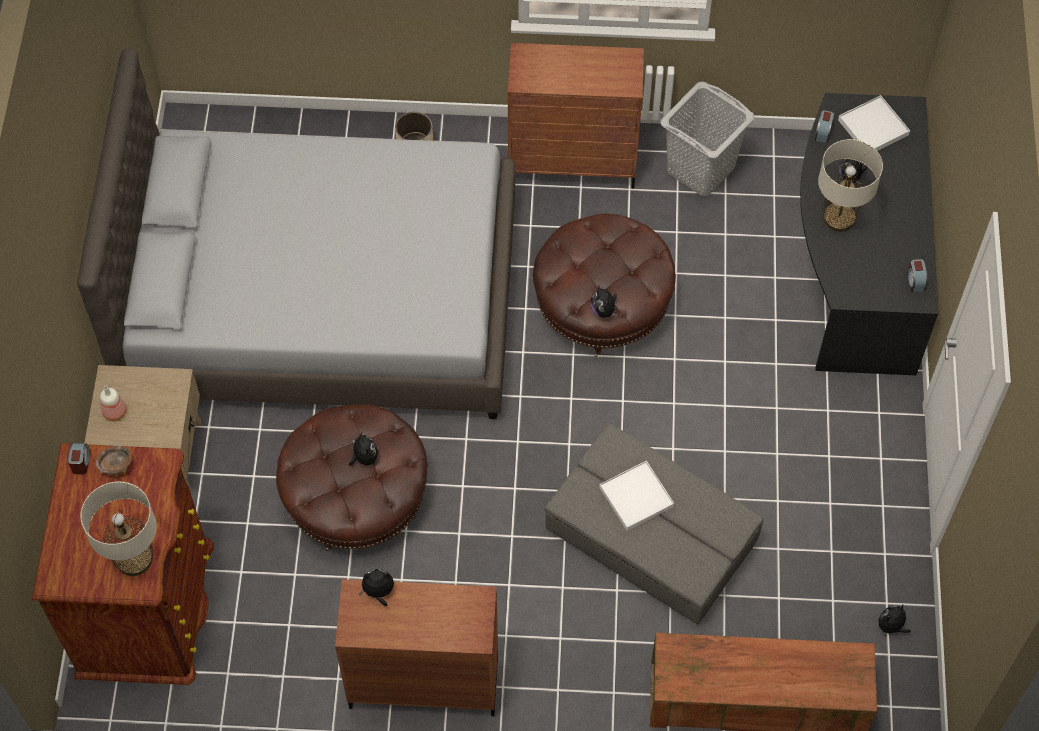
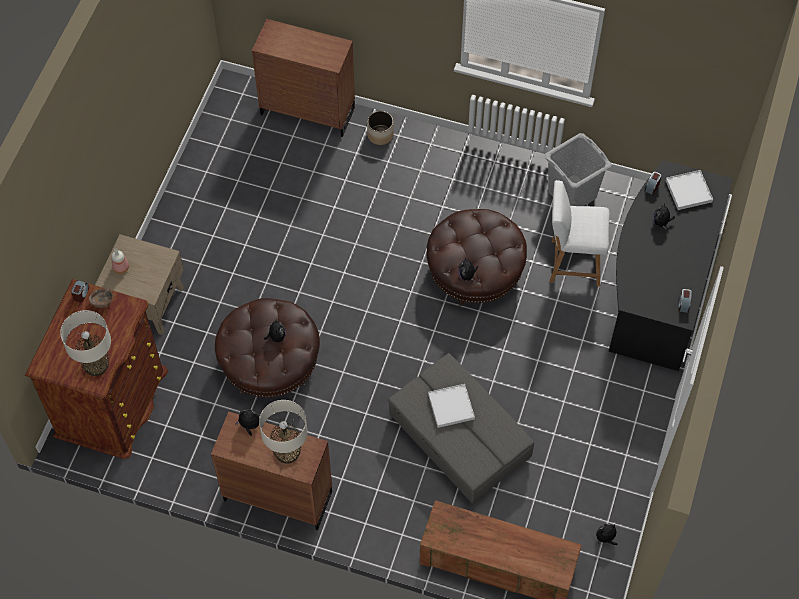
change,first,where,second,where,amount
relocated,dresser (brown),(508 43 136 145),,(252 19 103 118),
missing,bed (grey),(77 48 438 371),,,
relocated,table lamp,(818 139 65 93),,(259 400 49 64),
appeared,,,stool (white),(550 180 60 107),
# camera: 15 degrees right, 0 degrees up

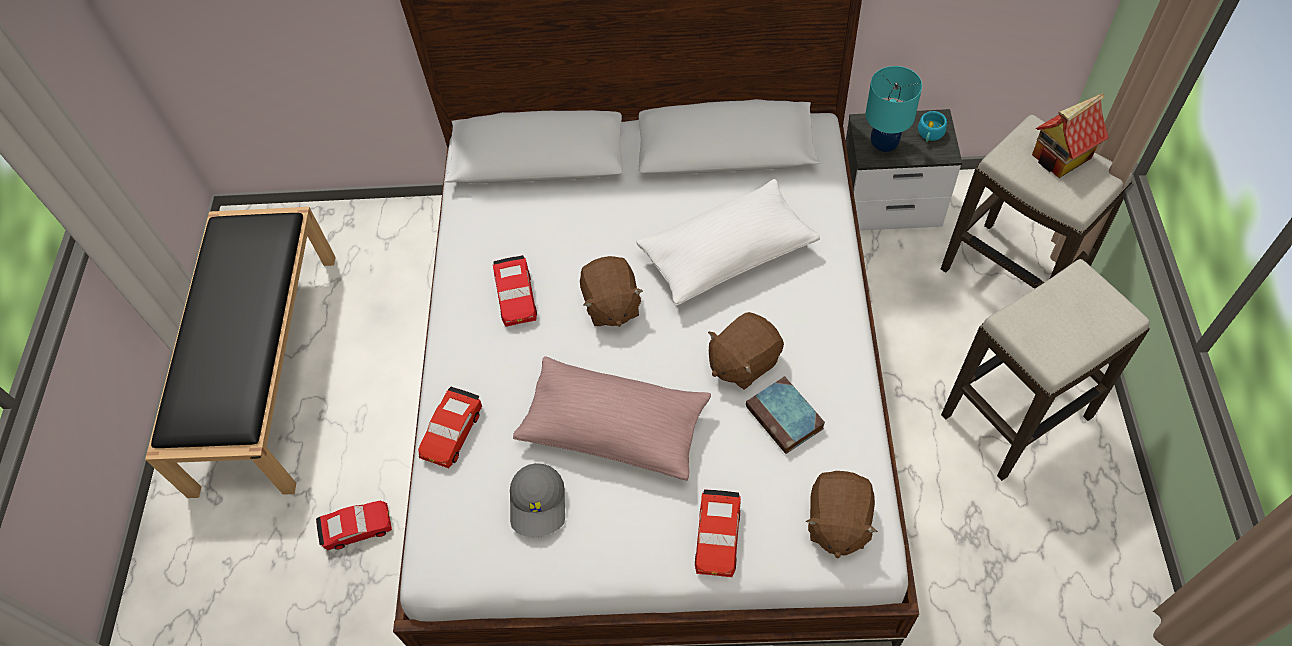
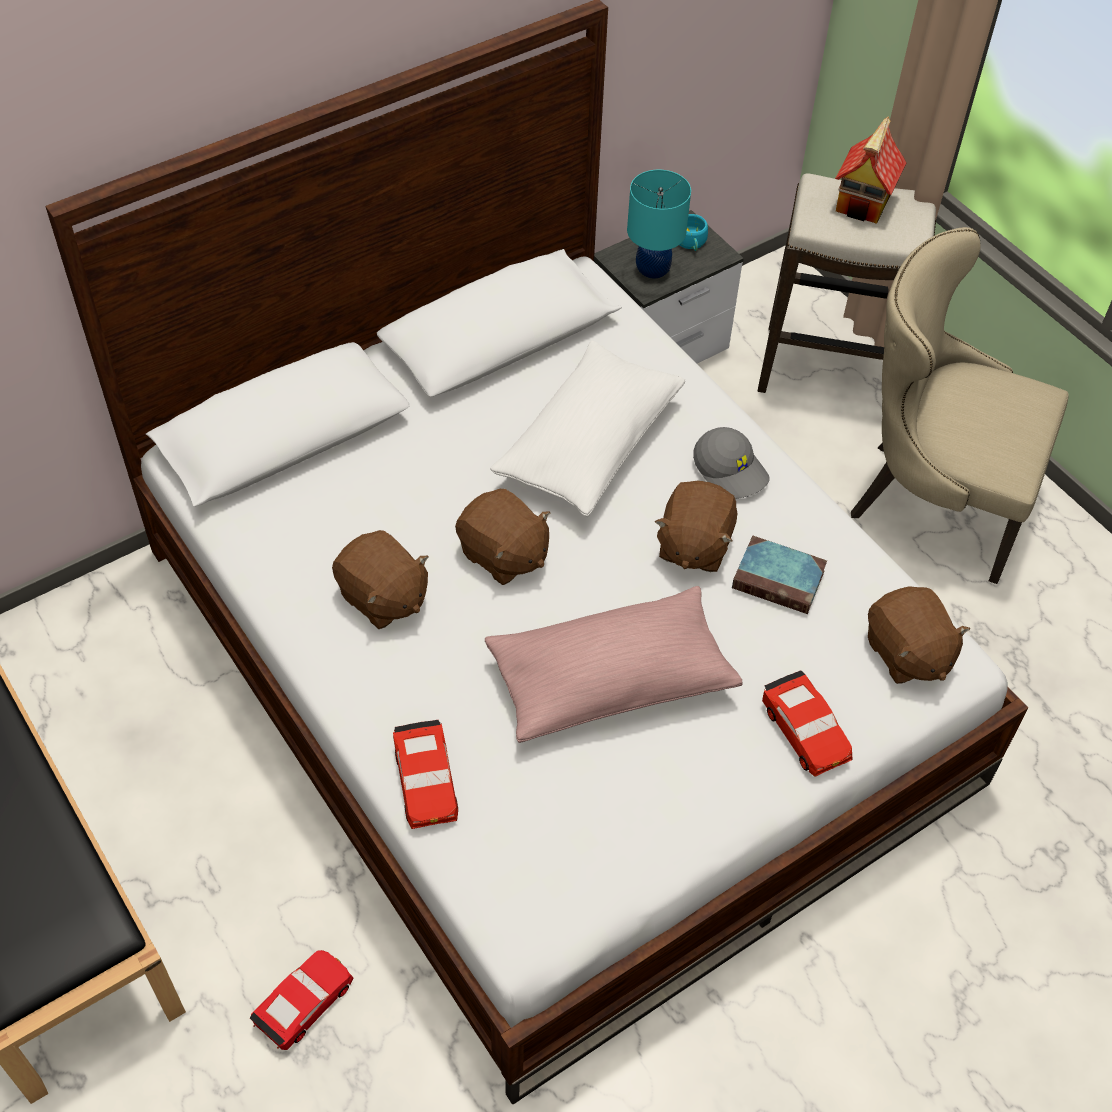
change,first,where,second,where,amount
exchanged,toy car (red),(493 255 44 72),plush toy (brown),(332 530 97 99),
exchanged,stool,(941 259 209 222),chair (beige),(851 227 218 357),
relocated,cap (grey),(510 463 55 74),,(693 427 77 72),
# camera: 40 degrees left, 5 degrees down

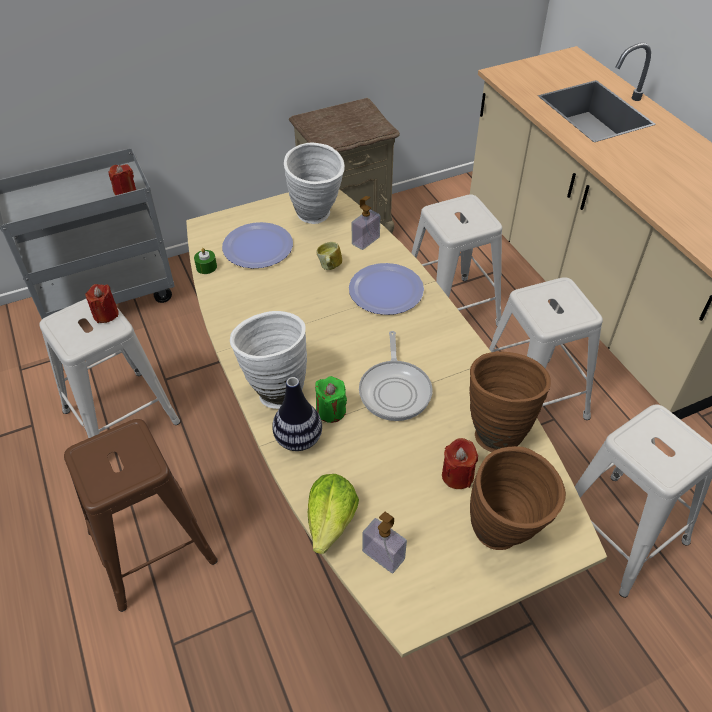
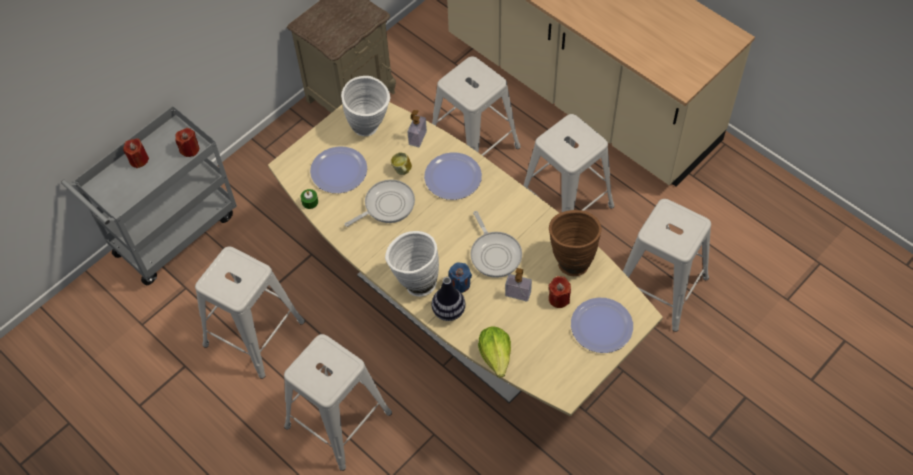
change,first,where,second,where,amount
relocated,candle (red),(85 284 34 39),,(123 138 26 30),
colour,candle (green),(315 376 32 47),candle (blue),(448 262 24 31),
colour,stool (brown),(64 419 154 193),stool (white),(284 334 108 137),
exchanged,vase (brown),(470 446 96 104),plate,(571 297 62 56),
relocated,soap dispenser,(362 512 45 62),,(505 268 27 34),
appeared,,,frying pan,(345 180 70 47),
# camera: 20 degrees left, 10 degrees up

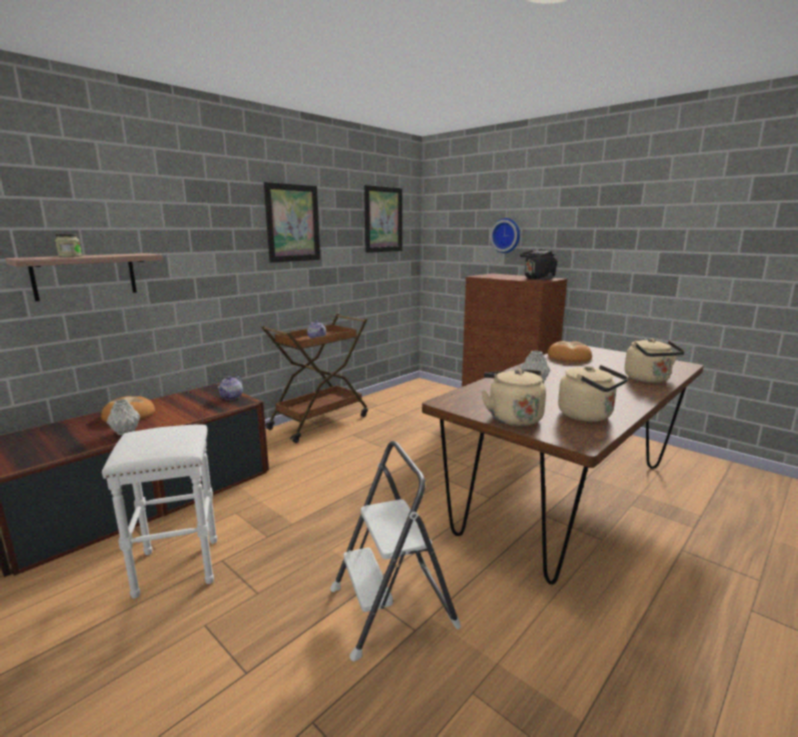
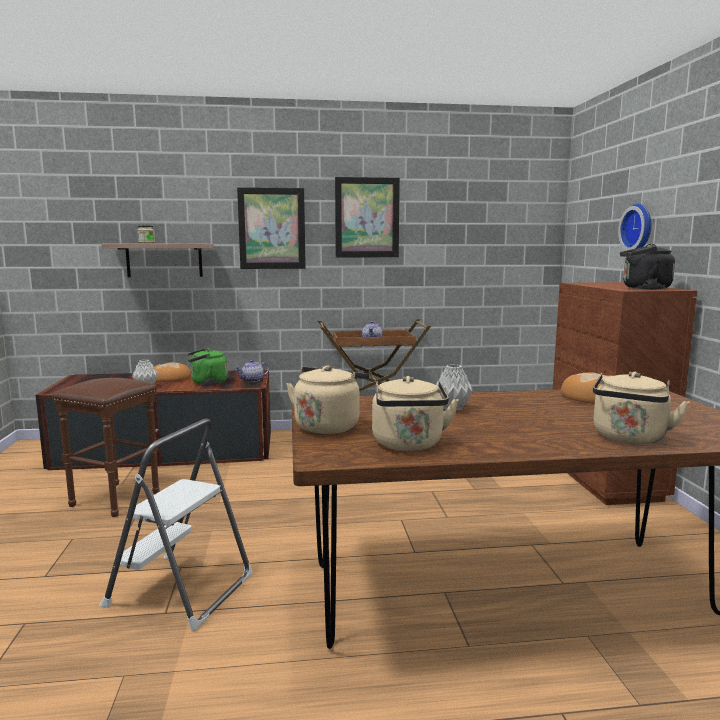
change,first,where,second,where,amount
relocated,picture,(364 185 38 68),,(237 187 69 82),
colour,stool (white),(102 424 115 175),stool (brown),(52 378 108 139),
appeared,,,kettle (green),(187 348 41 37),
# camera: 40 degrees right, 5 degrees down

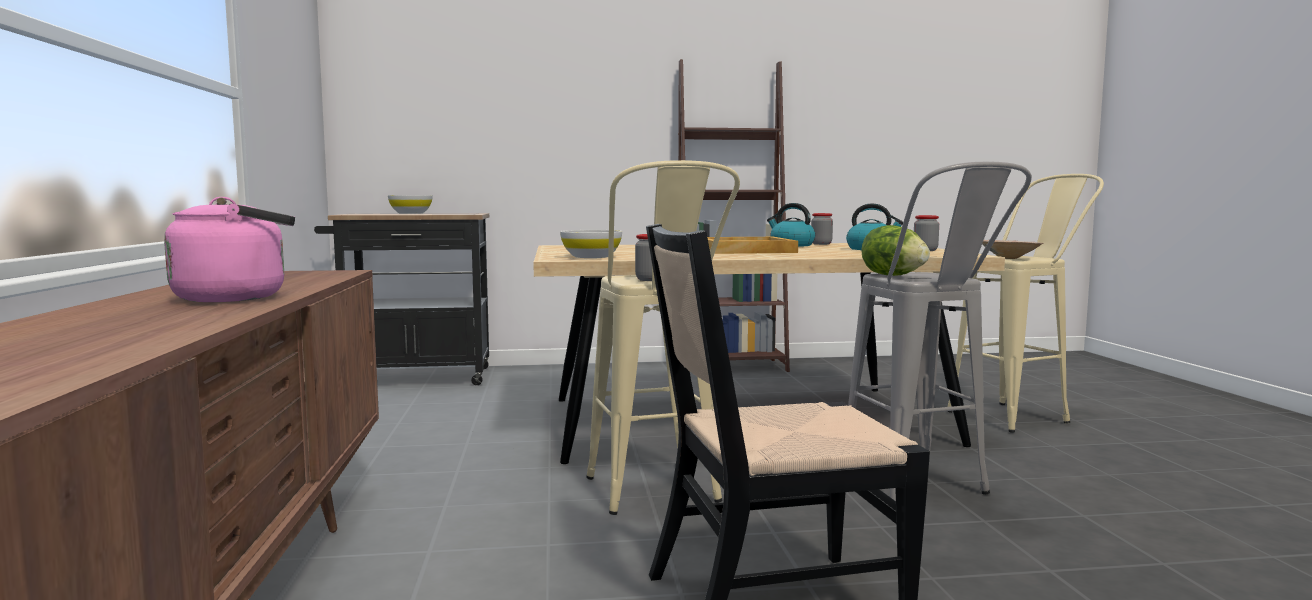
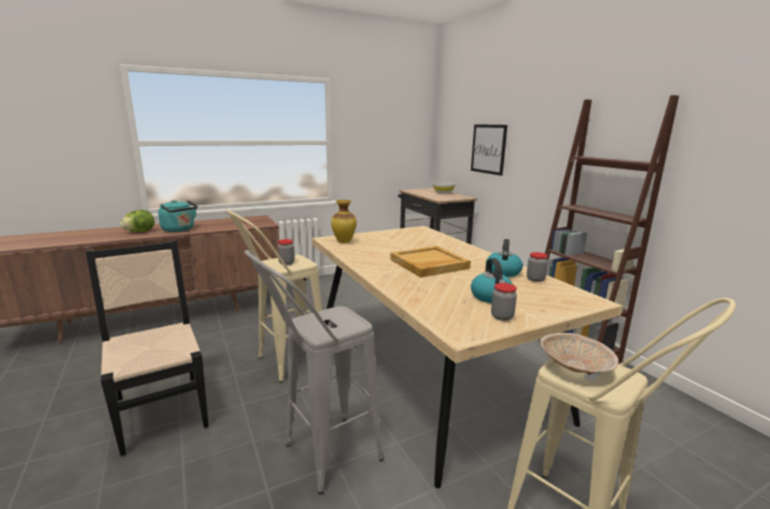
change,first,where,second,where,amount
colour,kettle (pink),(164 197 131 105),kettle (turquoise),(158 200 40 32),
relocated,lettuce,(861 225 69 51),,(120 210 35 22),
exchanged,bowl (white),(560 230 62 28),vase,(331 200 26 43),
appeared,,,picture,(471 124 36 52),
# camera: 70 degrees right, 10 degrees up

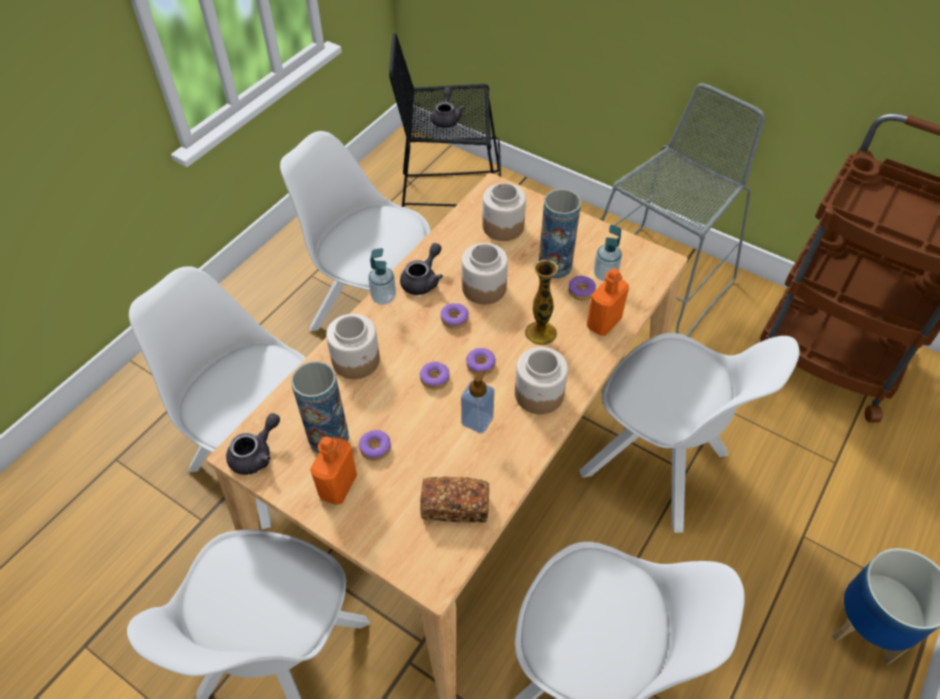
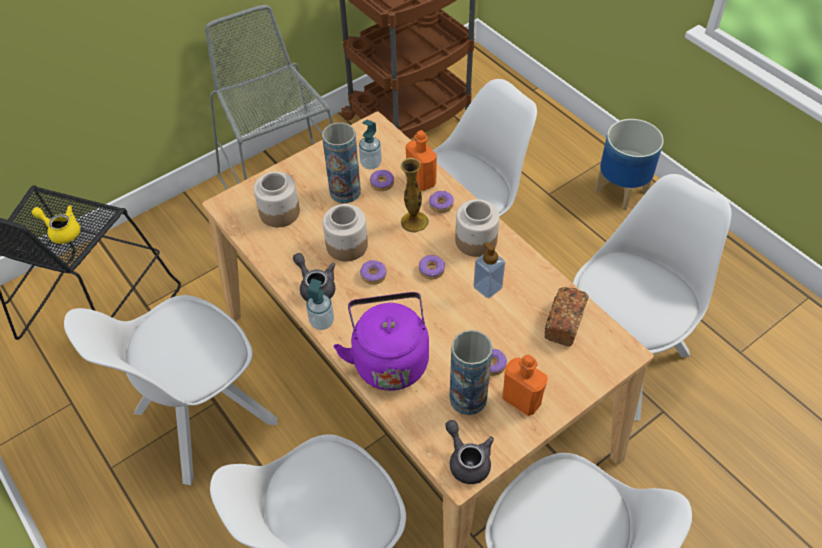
change,first,where,second,where,amount
colour,teapot (grey),(431 87 34 41),teapot (yellow),(32 205 48 39),
exchanged,jar,(326 314 54 65),kettle (purple),(334 292 95 99),
relocated,donut,(420 362 30 28),,(429 191 25 22),
# camera: 70 degrees left, 0 degrees up

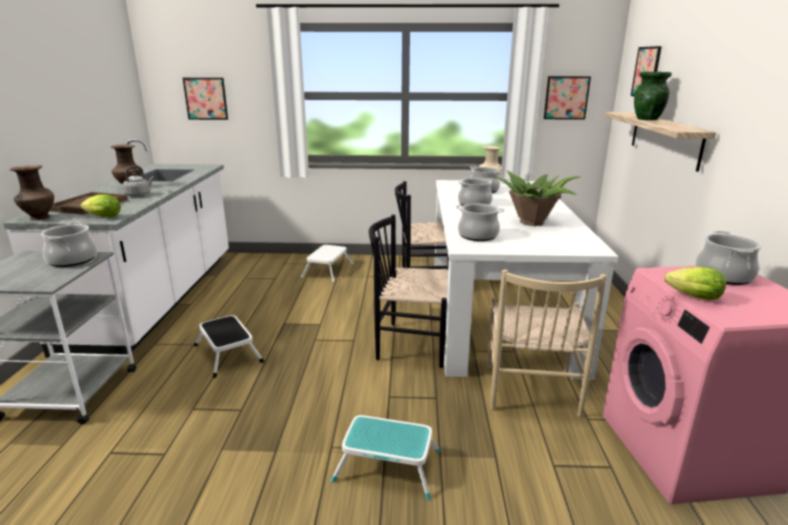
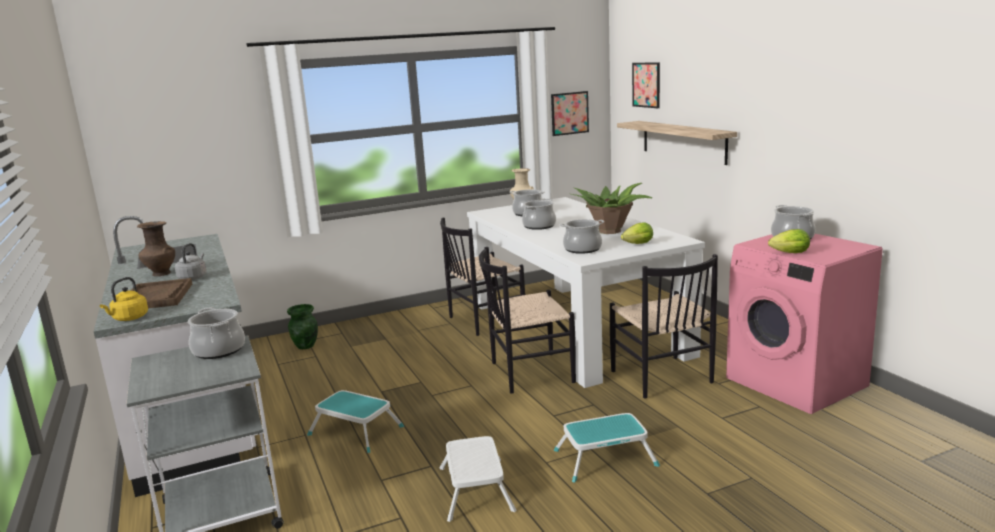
change,first,where,second,where,amount
relocated,vase (green),(634 72 38 48),,(287 304 31 45),
missing,picture,(183 78 45 42),,,
exchanged,vase (brown),(10 165 44 55),kettle (yellow),(100 277 48 44),
relocated,lettuce,(80 194 41 23),,(621 222 32 22),
relocated,step ladder (white),(301 245 52 37),,(439 436 78 86),
colour,chair (beige),(487 269 119 148),chair (black),(610 254 108 145),
colour,step ladder (black),(194 315 71 63),step ladder (turquoise),(307 390 97 63),
# camera: 25 degrees left, 5 degrees down

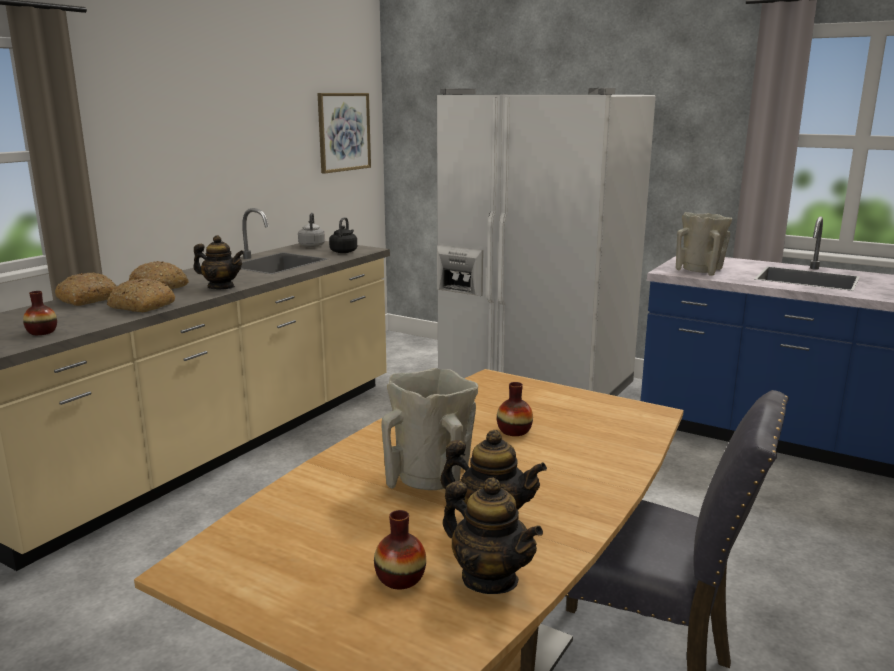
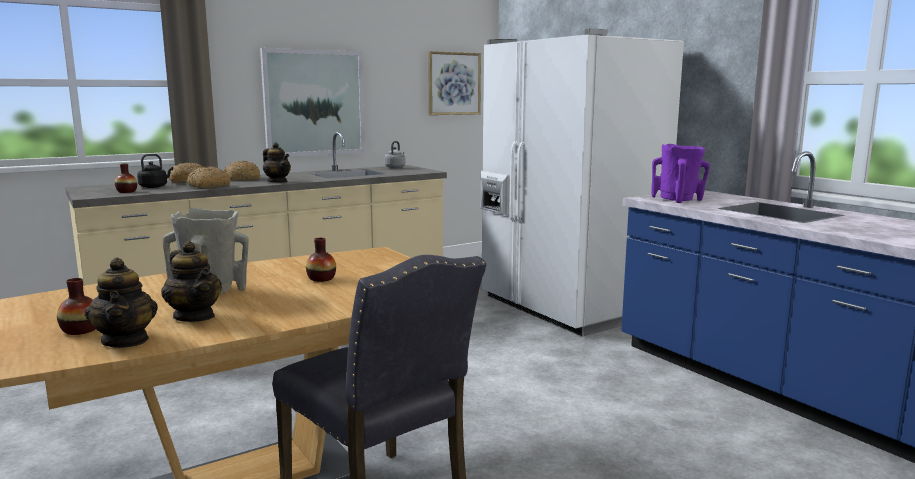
change,first,where,second,where,amount
colour,vase (beige),(676 212 56 64),vase (purple),(651 144 59 59),
relocated,kettle (black),(329 217 28 36),,(137 154 36 34),
appeared,,,picture,(260 48 105 109),
# camera: 25 degrees right, 5 degrees down

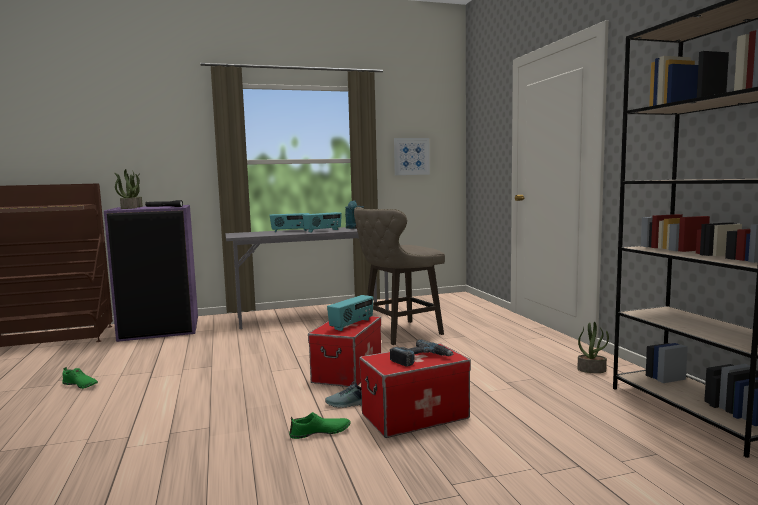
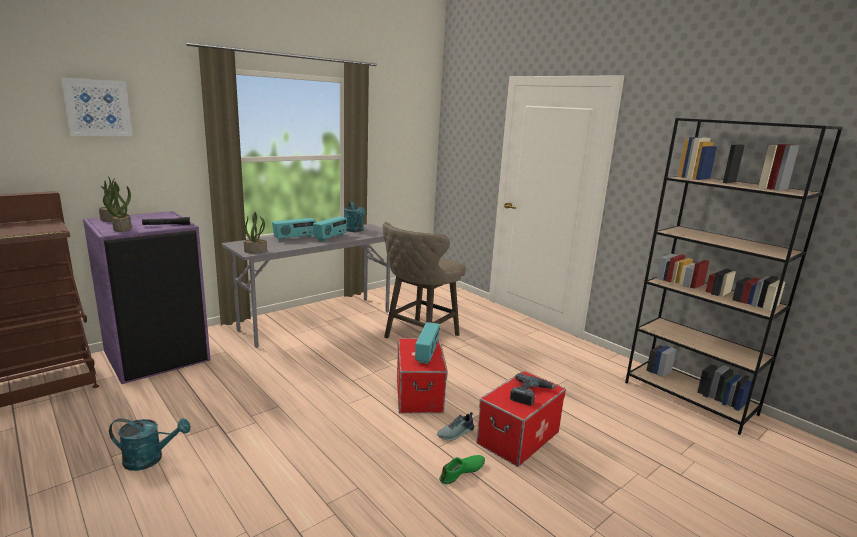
change,first,where,second,where,amount
relocated,picture,(394 138 36 37),,(61 77 72 59),
relocated,potted plant,(577 322 32 51),,(244 212 23 41),
exchanged,shoe (green),(63 367 35 22),watering can (turquoise),(109 418 82 53),
# camera: 25 degrees left, 10 degrees up

